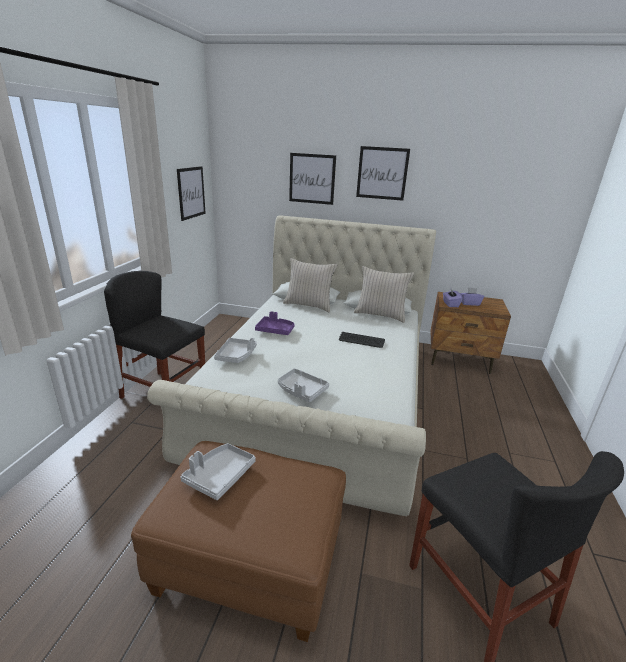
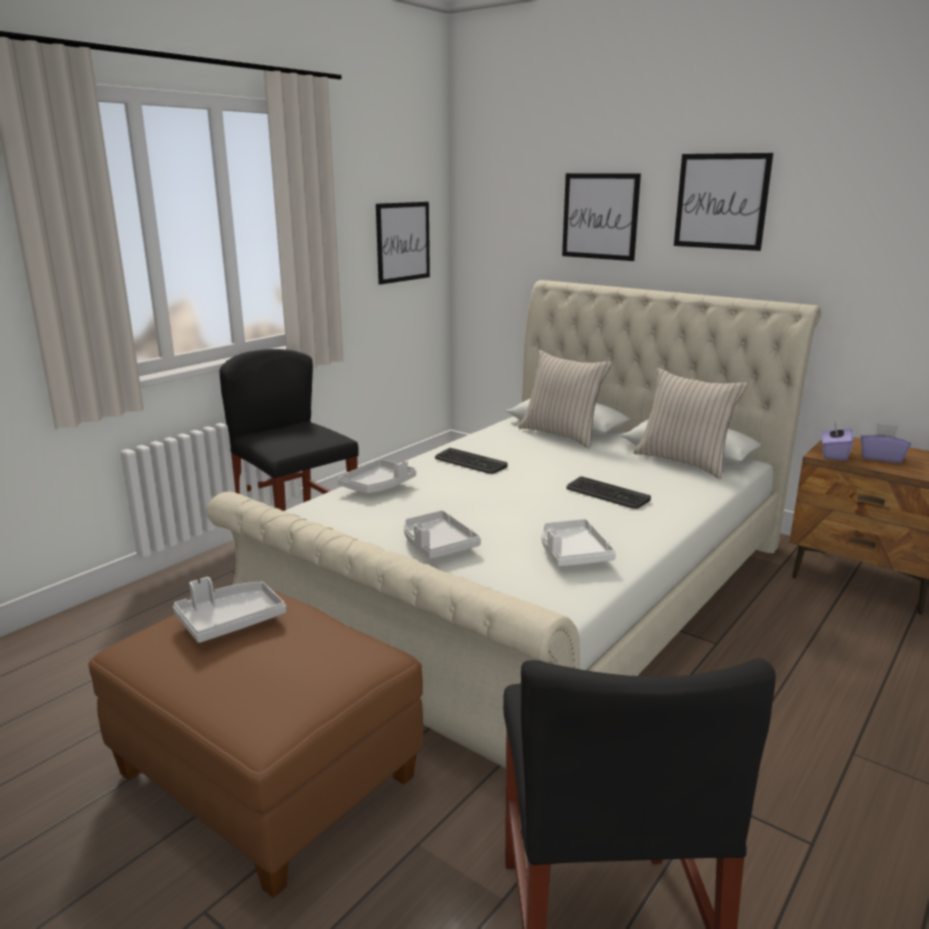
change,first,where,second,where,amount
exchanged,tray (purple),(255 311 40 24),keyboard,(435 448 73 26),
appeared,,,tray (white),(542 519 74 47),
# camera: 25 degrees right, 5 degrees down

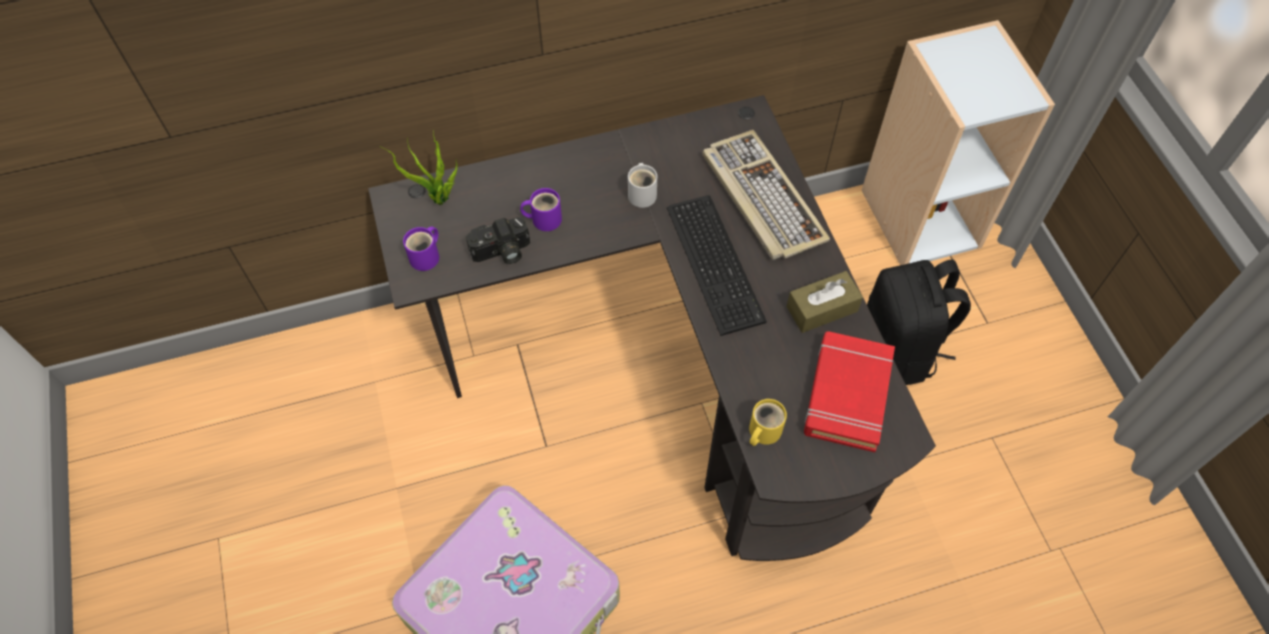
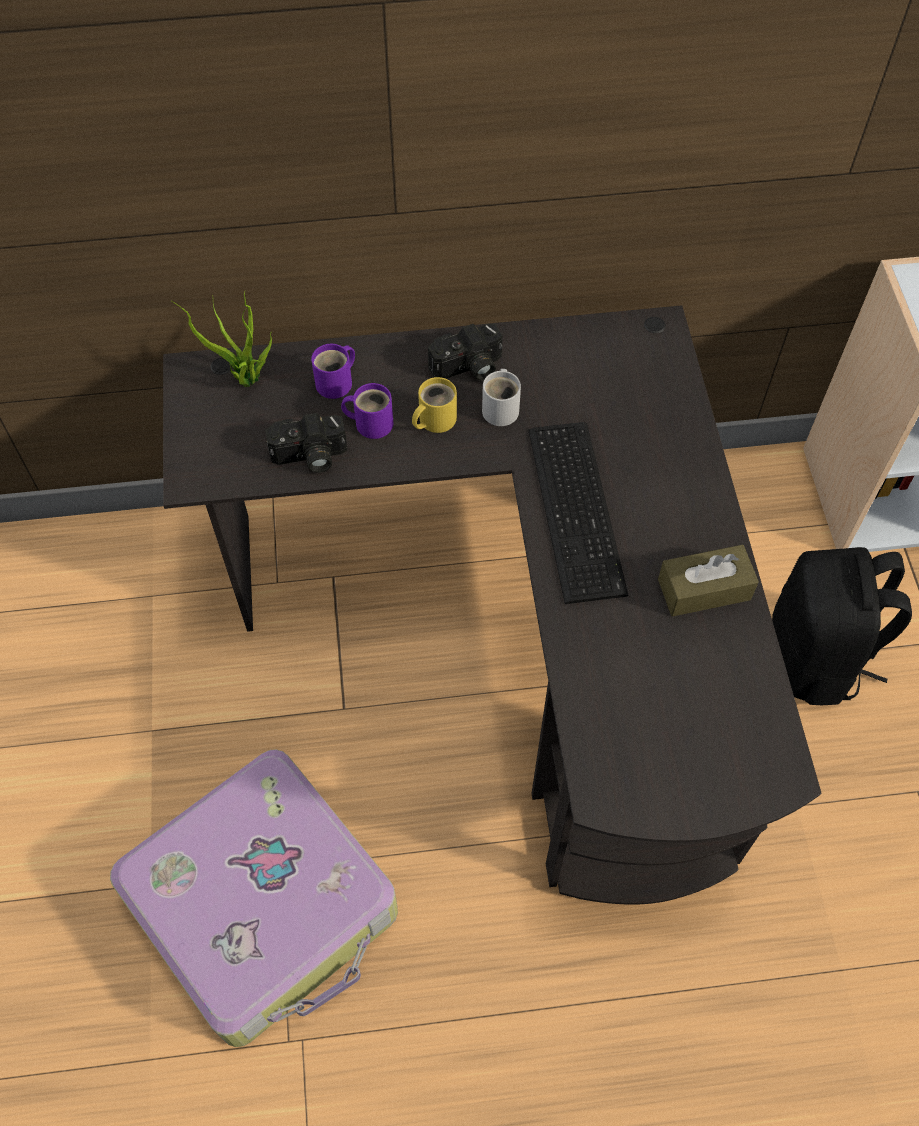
change,first,where,second,where,amount
missing,keyboard,(702 130 128 130),,,
relocated,mug (purple),(403 226 36 45),,(311 344 44 55),
missing,book (red),(804 331 91 121),,,
relocated,mug (yellow),(749 399 38 47),,(412 377 45 56),
appeared,,,photo camera,(428 324 75 56),
# camera: 10 degrees right, 0 degrees up

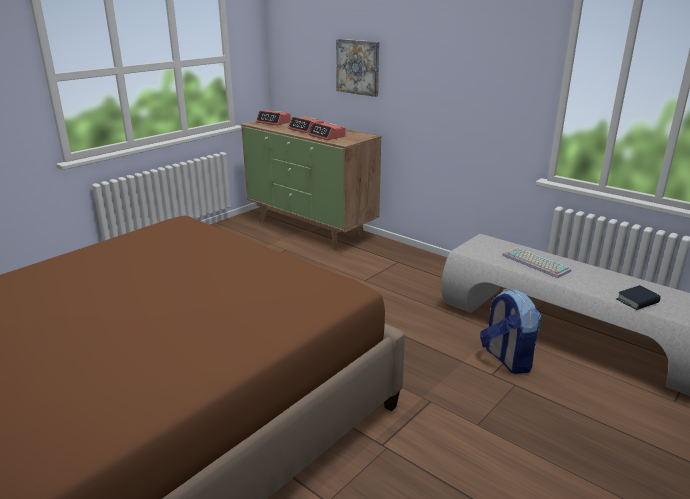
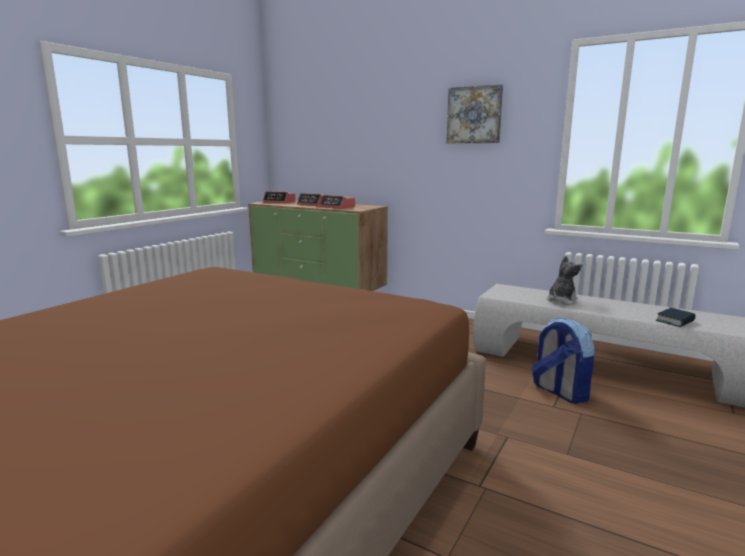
change,first,where,second,where,amount
relocated,picture,(336 39 43 58),,(447 84 56 60),
exchanged,keyboard,(502 247 69 31),plush toy,(547 255 36 50),
# camera: 10 degrees left, 10 degrees down

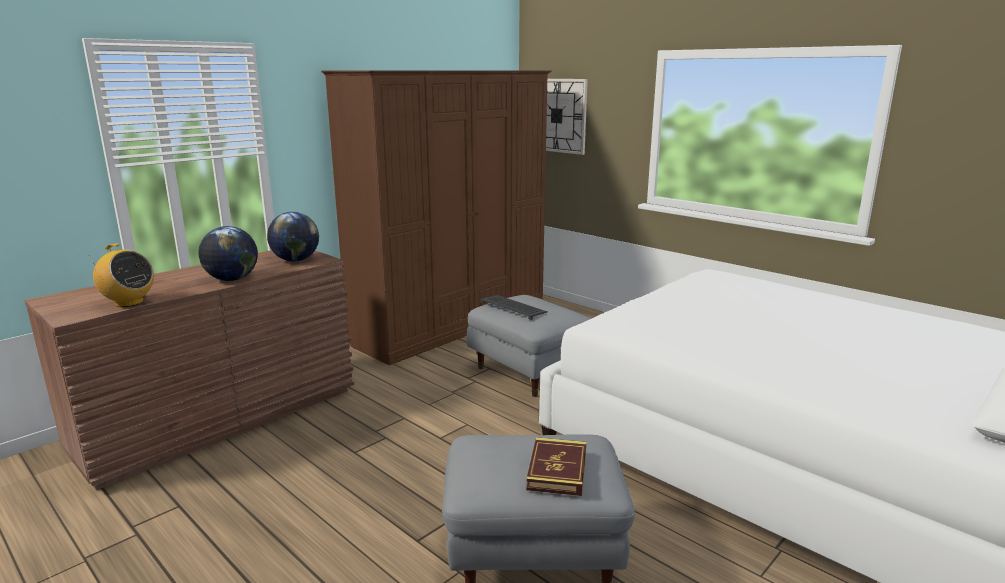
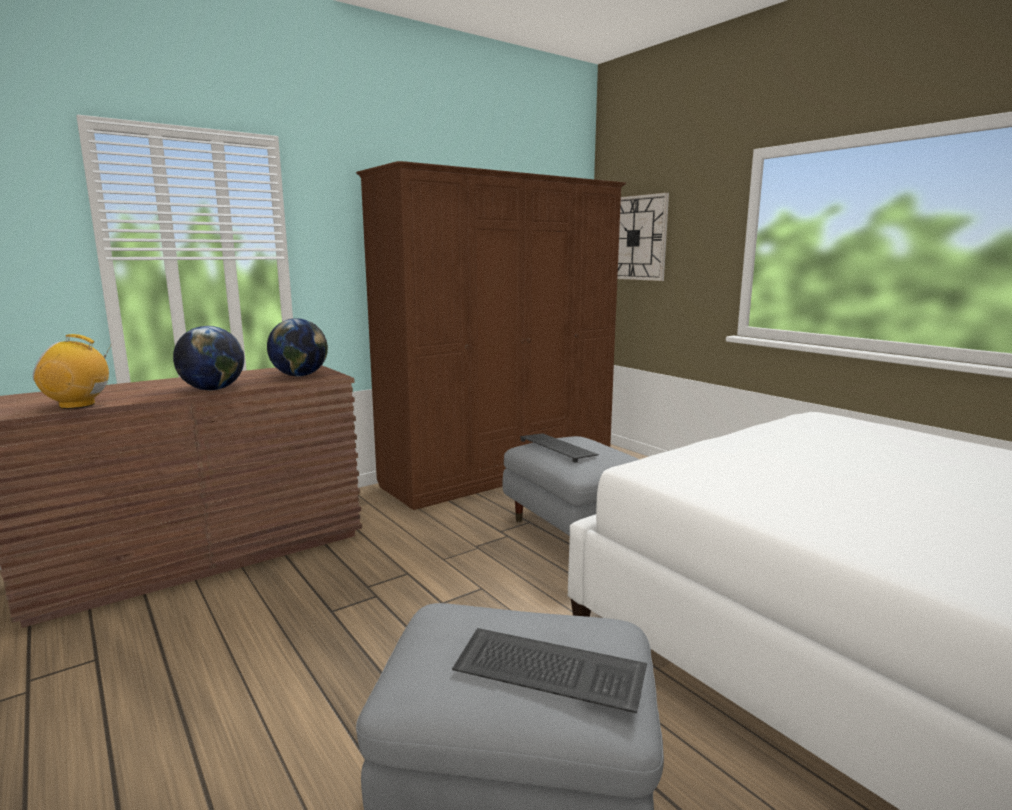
change,first,where,second,where,amount
spun,radio,(88 243 66 64),,(33 334 79 75),135 degrees clockwise
exchanged,book,(526 437 60 59),keyboard,(452 628 195 85),
# camera: 10 degrees right, 5 degrees down

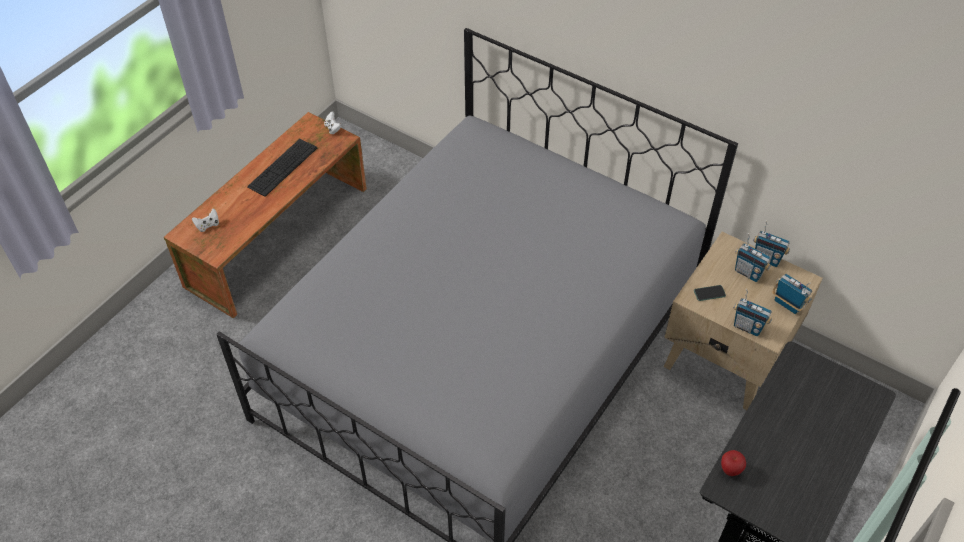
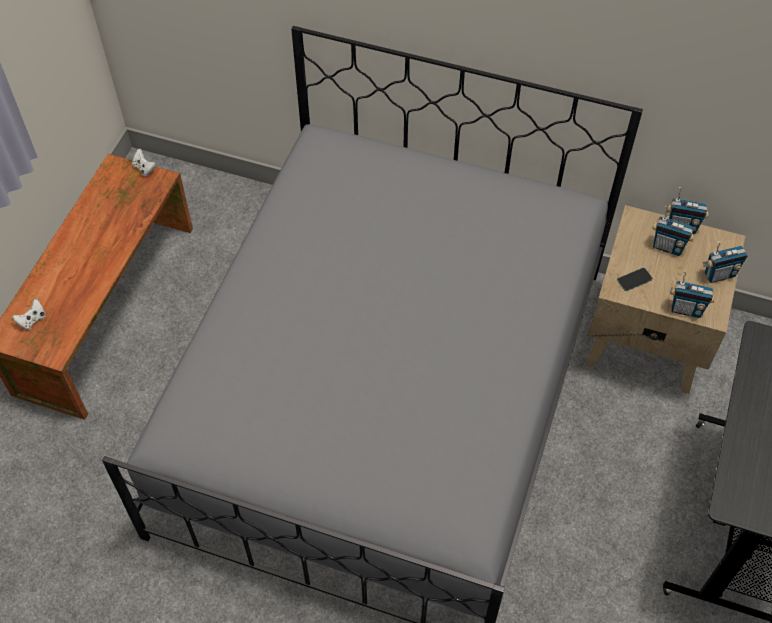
change,first,where,second,where,amount
missing,keyboard,(247 139 70 58),,,
spun,radio,(772 274 40 40),,(702 241 45 42),135 degrees clockwise
missing,apple,(721 450 25 26),,,
# camera: 15 degrees left, 5 degrees up

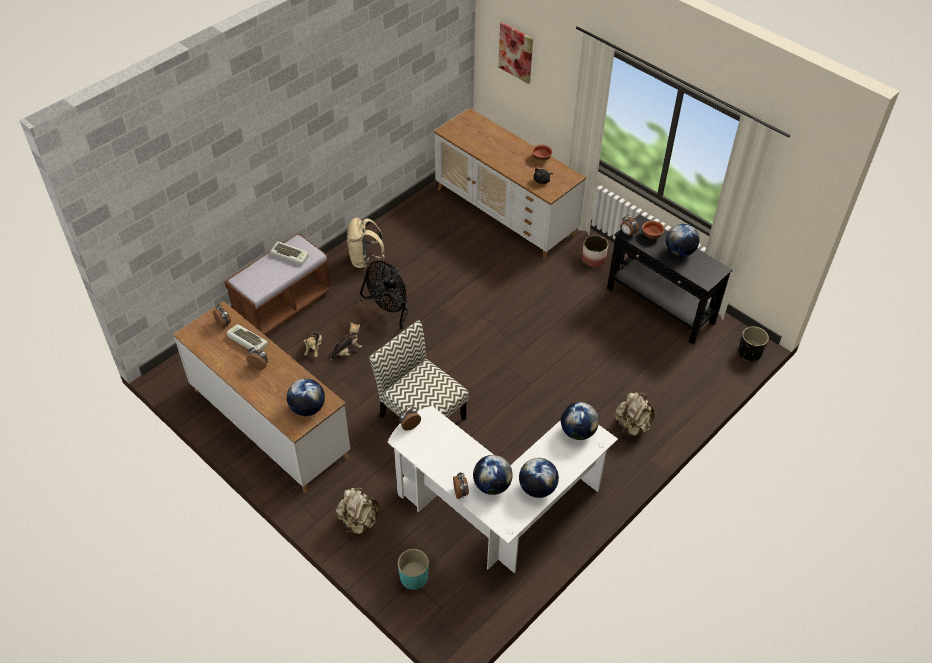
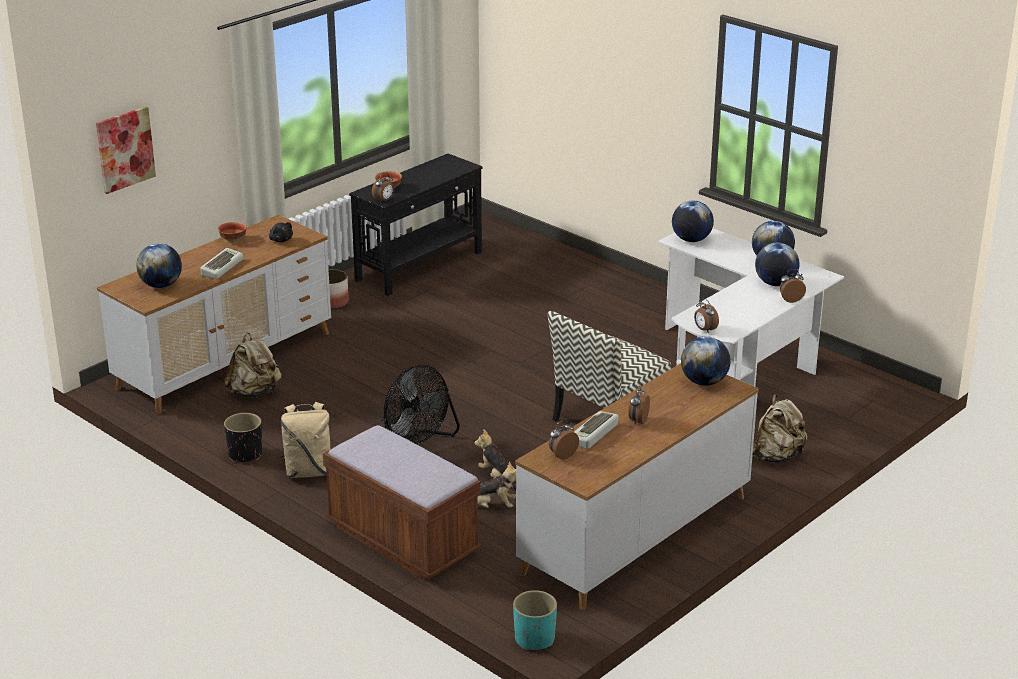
change,first,where,second,where,amount
relocated,globe,(666 224 33 33),,(136 243 46 45),
relocated,keyboard,(270 242 39 23),,(200 248 44 31),
relocated,planter (black),(738 326 31 35),,(224 413 38 49),
relocated,backpack (beige),(615 392 40 44),,(224 333 58 65),
relocated,planter (turquoise),(398 549 31 41),,(513 590 44 60),
# camera: 90 degrees left, 20 degrees down

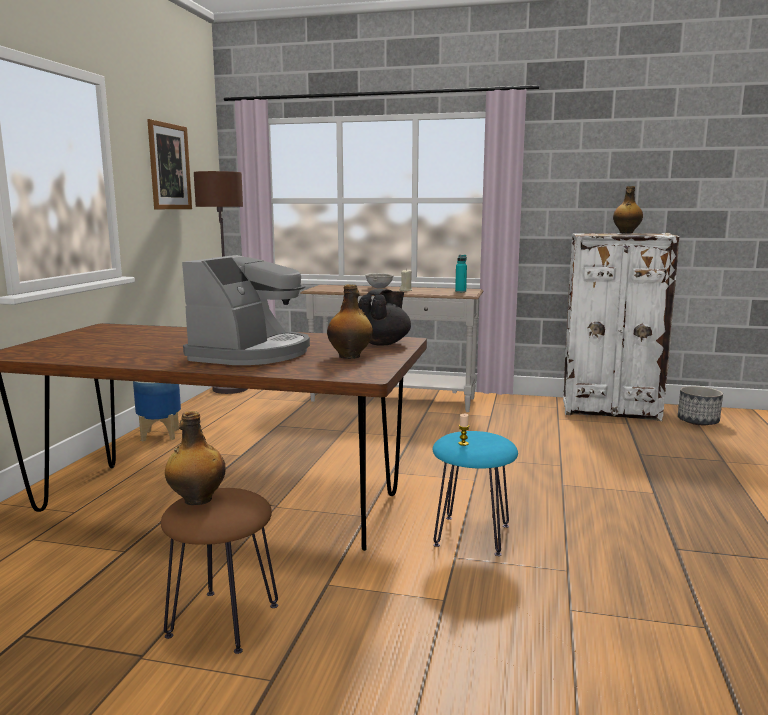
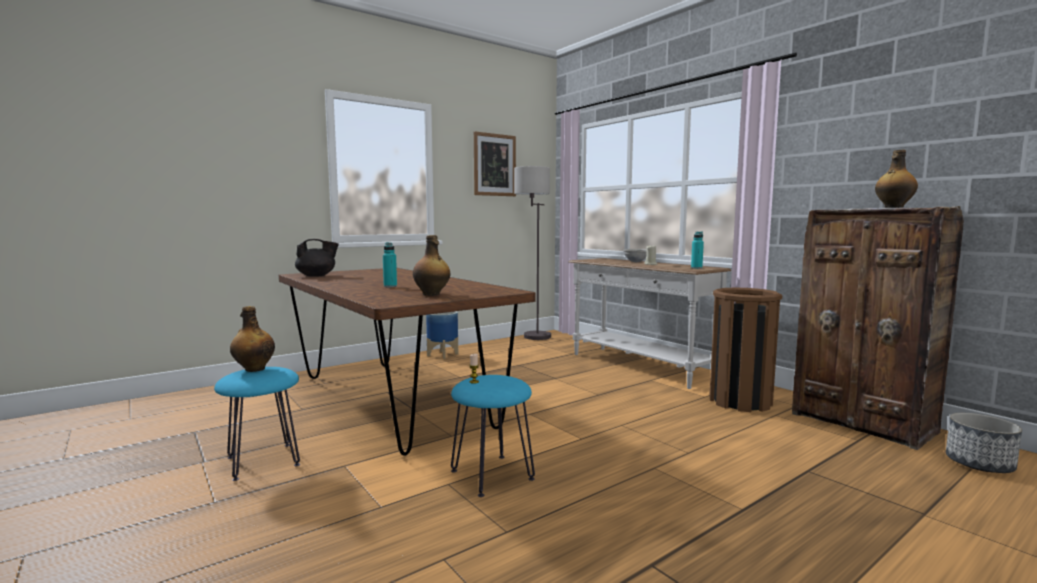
change,first,where,second,where,amount
colour,floor lamp (brown),(194 171 53 223),floor lamp (grey),(514 166 37 174),
colour,cabinet (white),(563 233 116 188),cabinet (brown),(792 206 172 244),
exchanged,coffee machine,(182 255 128 110),bottle (turquoise),(383 242 14 45),
relocated,teapot (black),(358 289 53 56),,(295 239 44 38),
colour,stool (brown),(161 488 117 166),stool (turquoise),(214 367 86 114),
appeared,,,trash can (brown),(709 287 73 125),
# camera: 40 degrees right, 5 degrees down

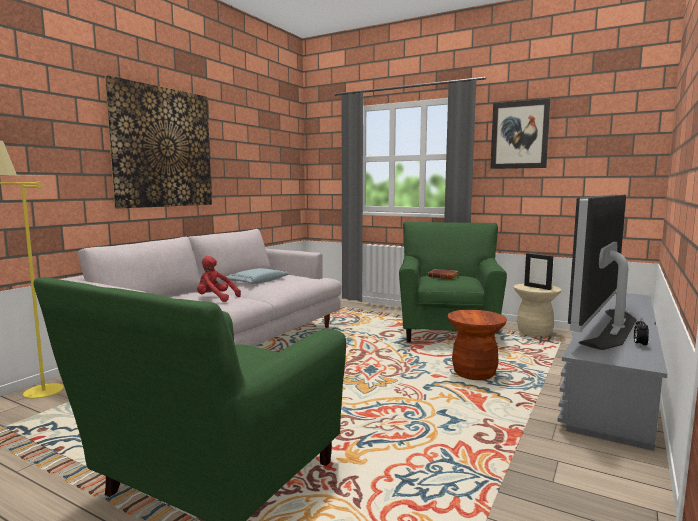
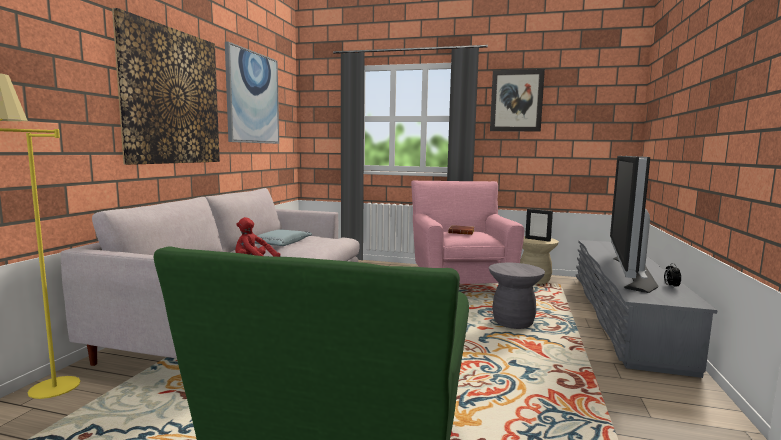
change,first,where,second,where,amount
colour,armchair (green),(399 222 108 120),armchair (pink),(411 180 113 104),
colour,stool (brown),(447 310 60 70),stool (grey),(489 263 56 66),
appeared,,,picture,(225 42 54 102),
# camera: 15 degrees left, 0 degrees up

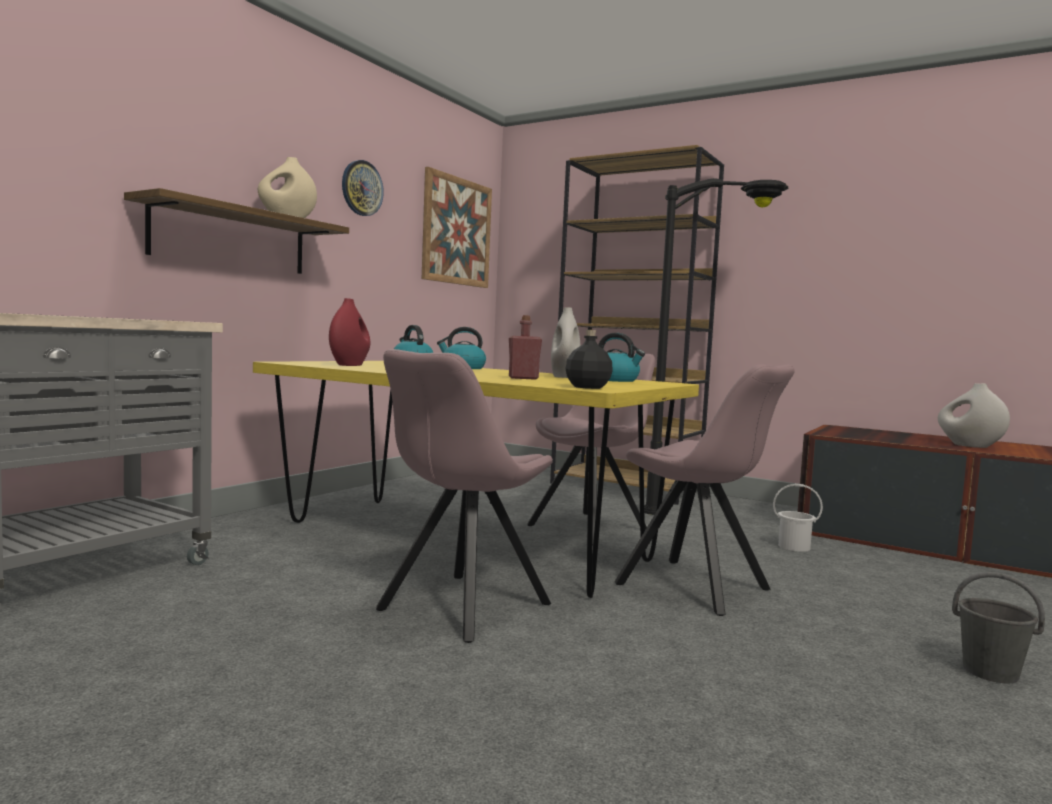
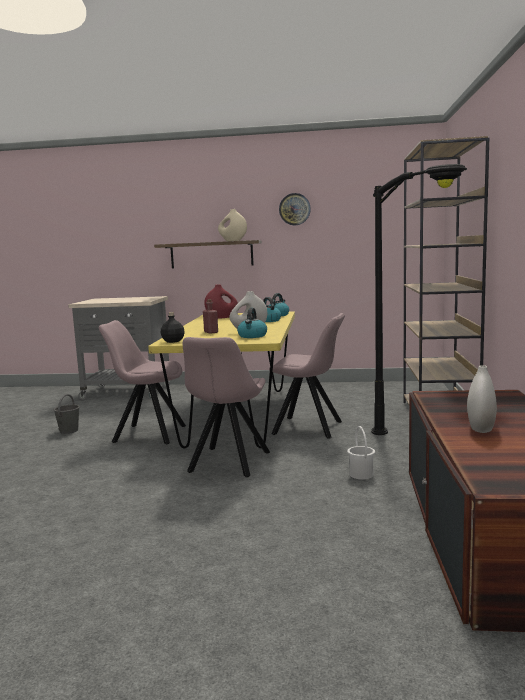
change,first,where,second,where,amount
missing,picture,(422 167 70 121),,,
relocated,bucket (grey),(952 572 93 112),,(54 394 26 40),
# camera: 65 degrees right, 5 degrees up

